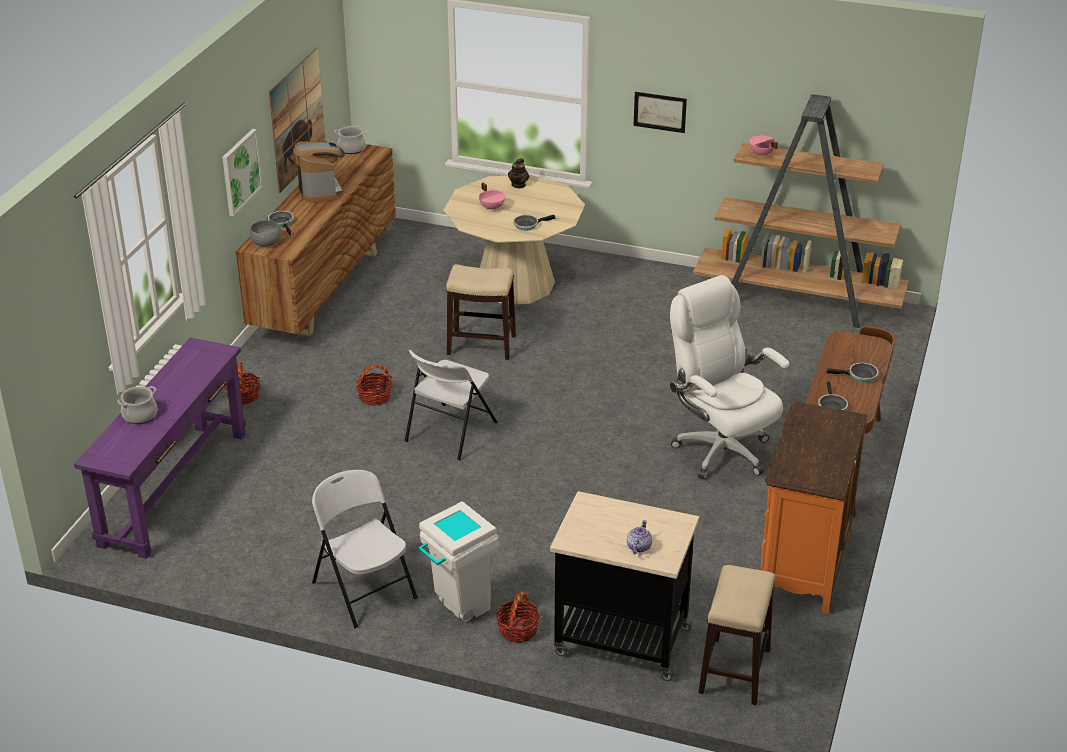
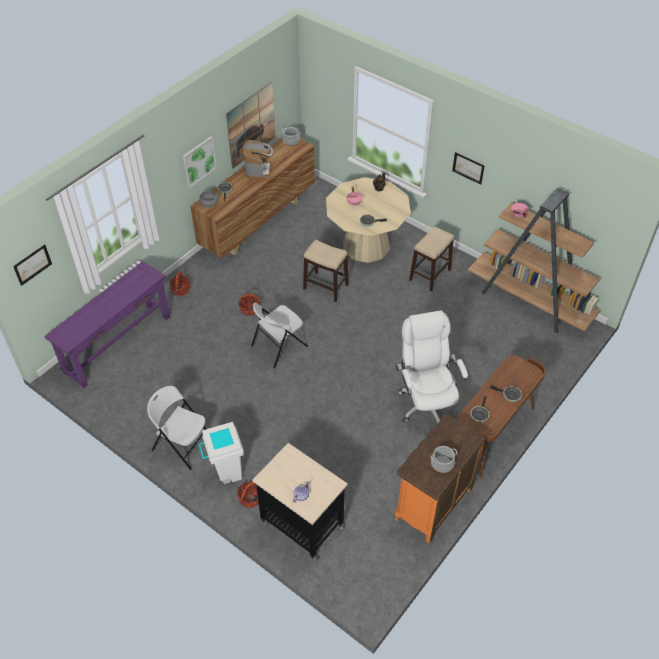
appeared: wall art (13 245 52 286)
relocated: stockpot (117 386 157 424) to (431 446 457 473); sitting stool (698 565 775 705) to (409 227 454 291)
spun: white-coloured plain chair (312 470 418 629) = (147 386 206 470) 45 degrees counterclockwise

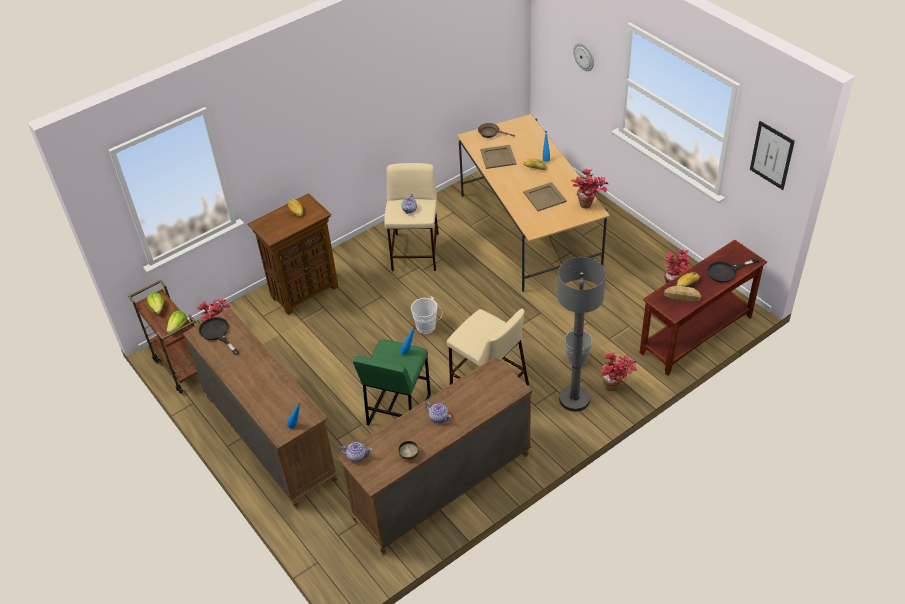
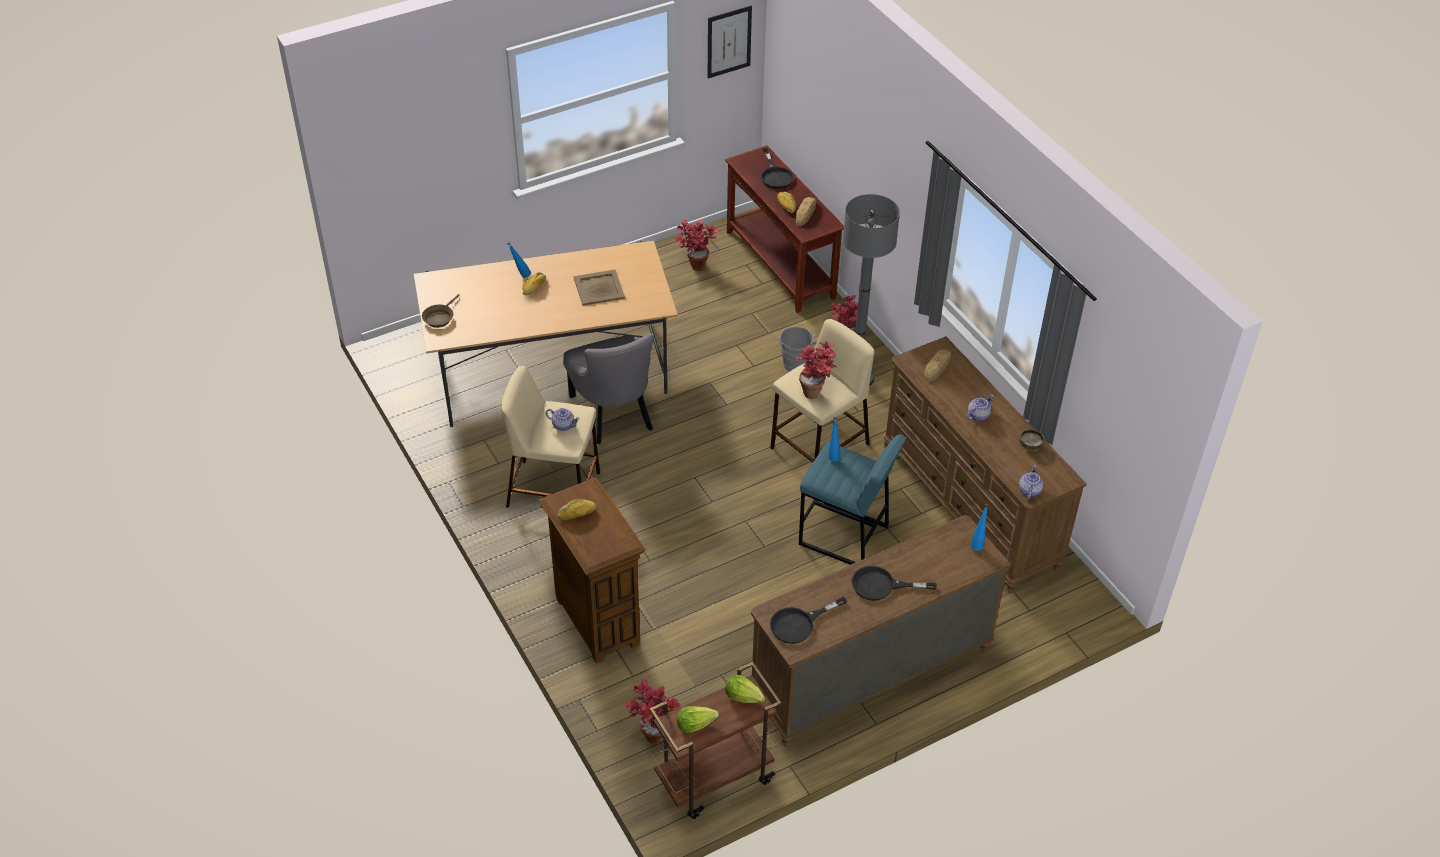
missing: white-coloured bucket (411 297 442 334); sand-coloured tray (480 145 516 169); wall clock (573 43 594 71)
appeared: greyish plain chair (563 333 654 444); black pan (851 566 937 601); bread (924 349 951 382)
relocated: plant in a pot (571 168 608 209) to (795 341 837 399)
colour: green-coloured sitting stool (353 339 431 425) to blue-coloured sitting stool (799 435 907 565)

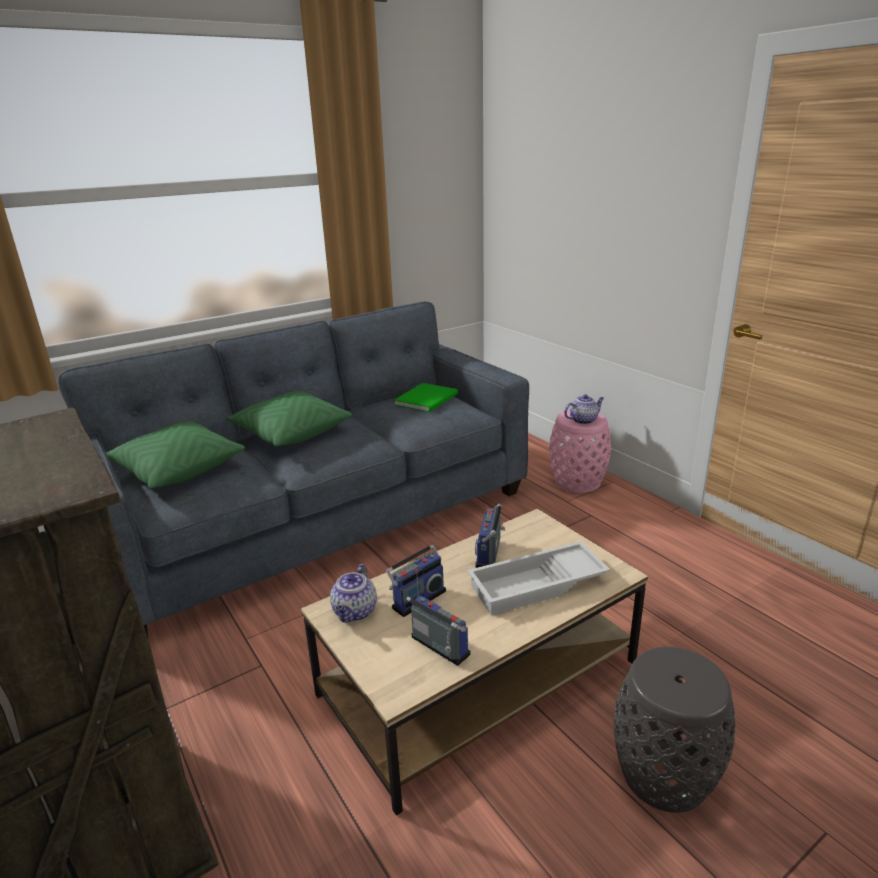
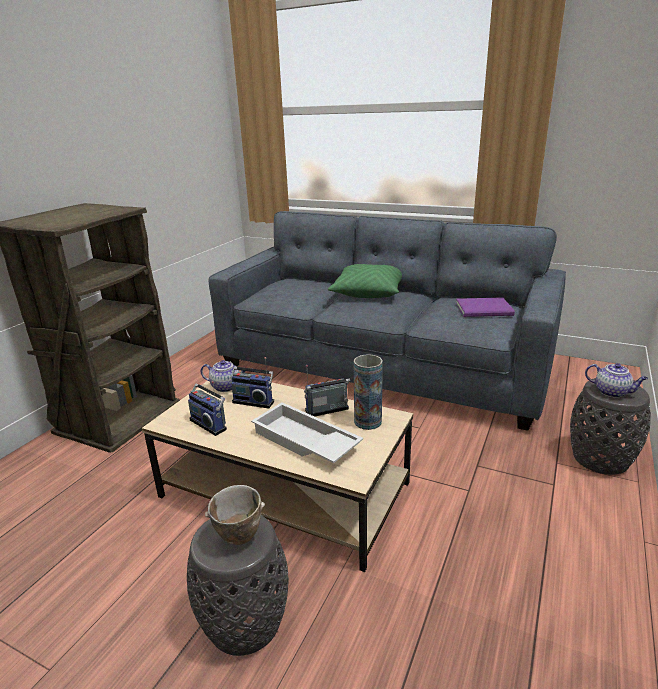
missing: green-coloured cushion (106 422 245 489)
appeared: bowl (205 485 265 545); flower vase (354 354 383 430)
colour: green-coloured bound book (394 383 458 412) to purple-coloured bound book (456 297 515 317); pink-coloured sitting stool (549 410 611 493) to greyish sitting stool (570 378 651 475)
spun: teapot (330 564 377 623) = (200 360 245 392) 150 degrees counterclockwise; radio (406 569 470 666) = (188 381 227 436) 120 degrees clockwise

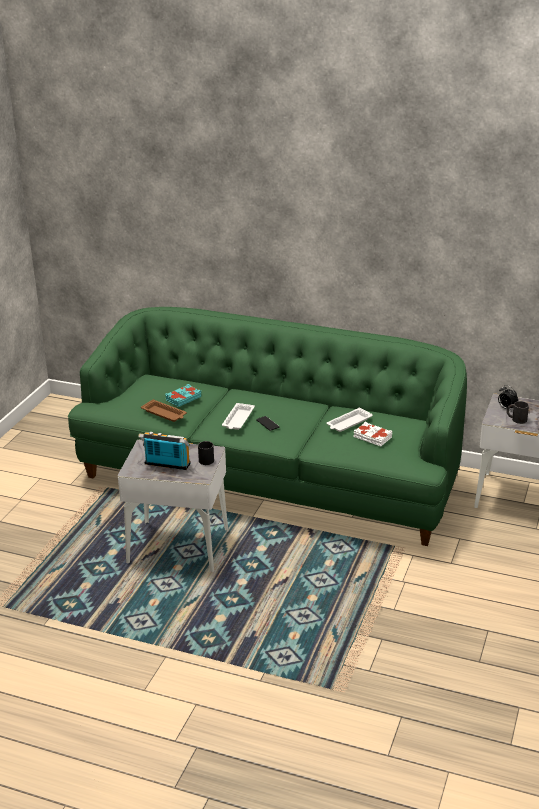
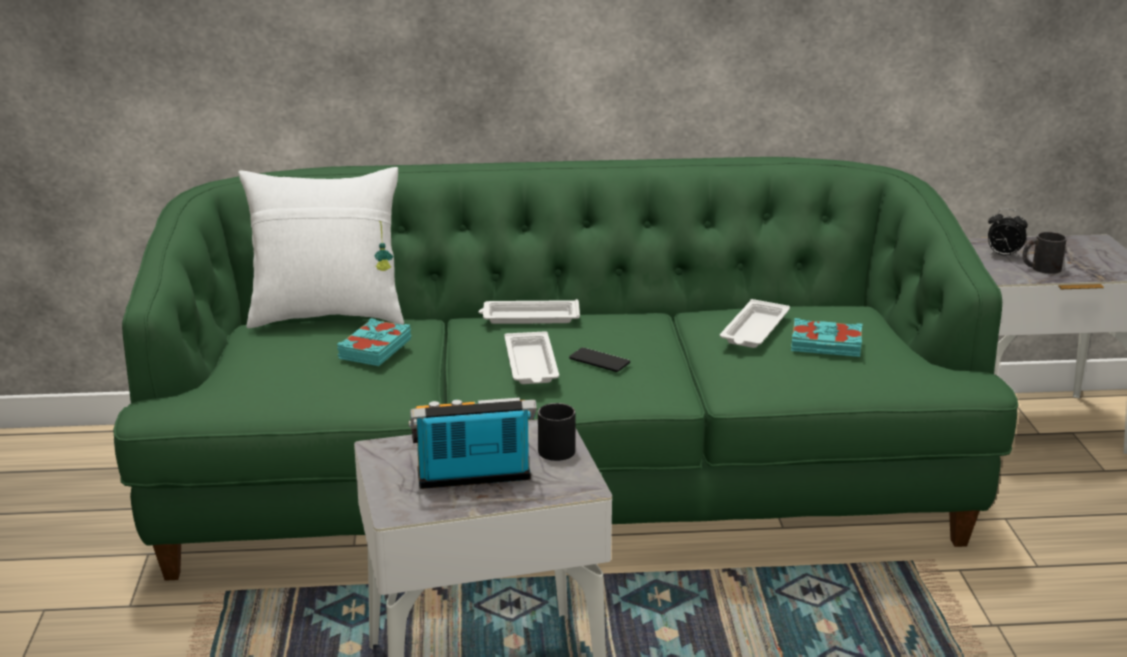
missing: brown tray (141 399 187 422)
appeared: white-coloured cushion (238 167 404 328); white-coloured tray (479 299 580 324)
colour: white-coloured bound book (354 422 392 446) to blue-green bound book (791 318 863 357)

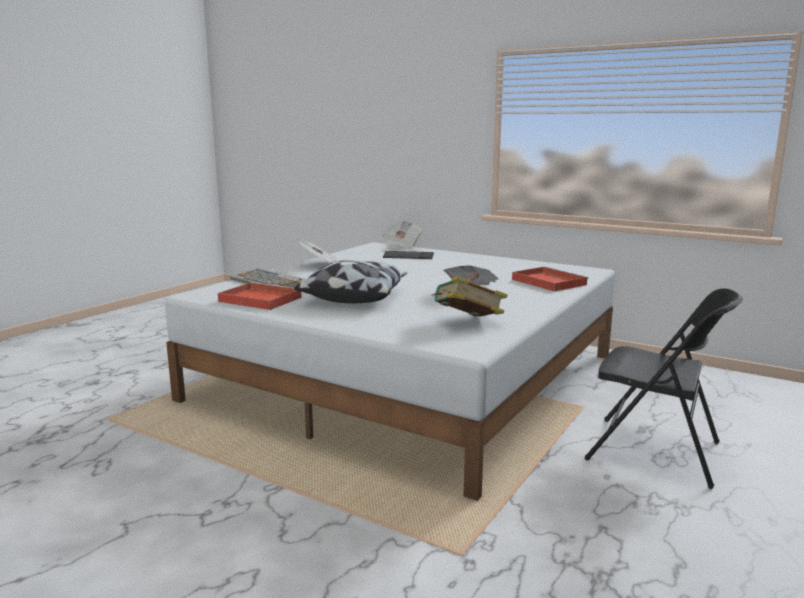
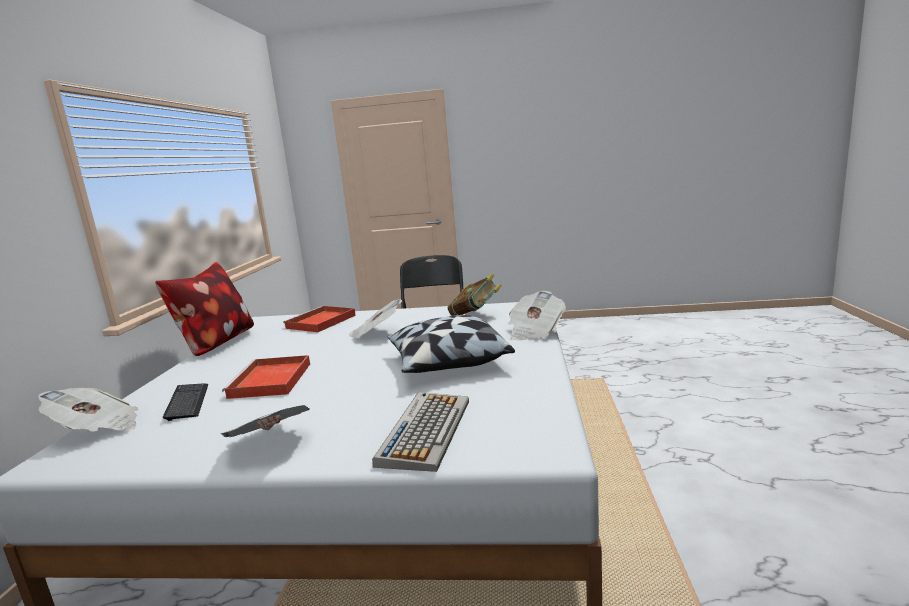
appeared: cushion (155 262 254 356); daily paper (508 291 566 340)
relocated: red tray (218 282 302 310) to (222 355 310 399)

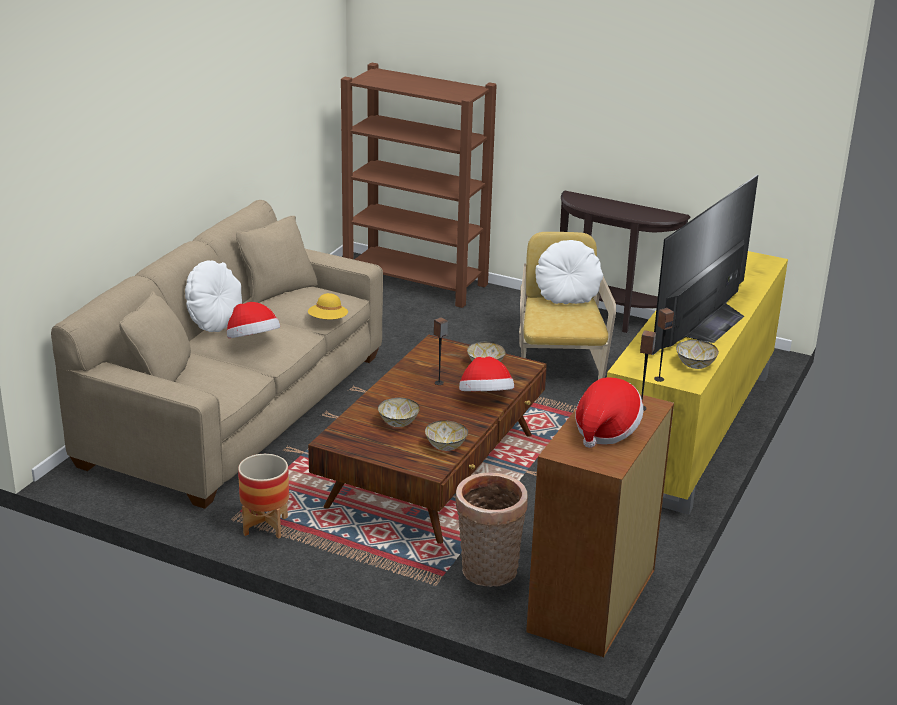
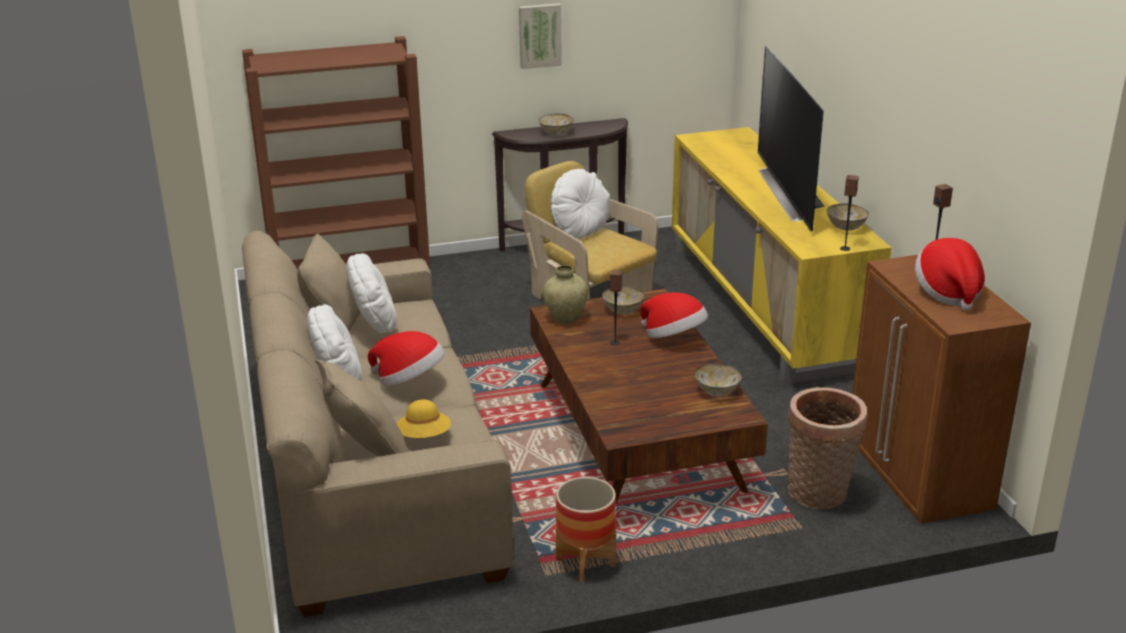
appeared: white-coloured cushion (346 253 397 333); wall art (519 3 562 69); sand-coloured flower vase (543 265 588 324)
relocated: yellowish hat (308 293 348 320) to (397 399 451 438); bowl (378 397 420 427) to (538 114 574 135)

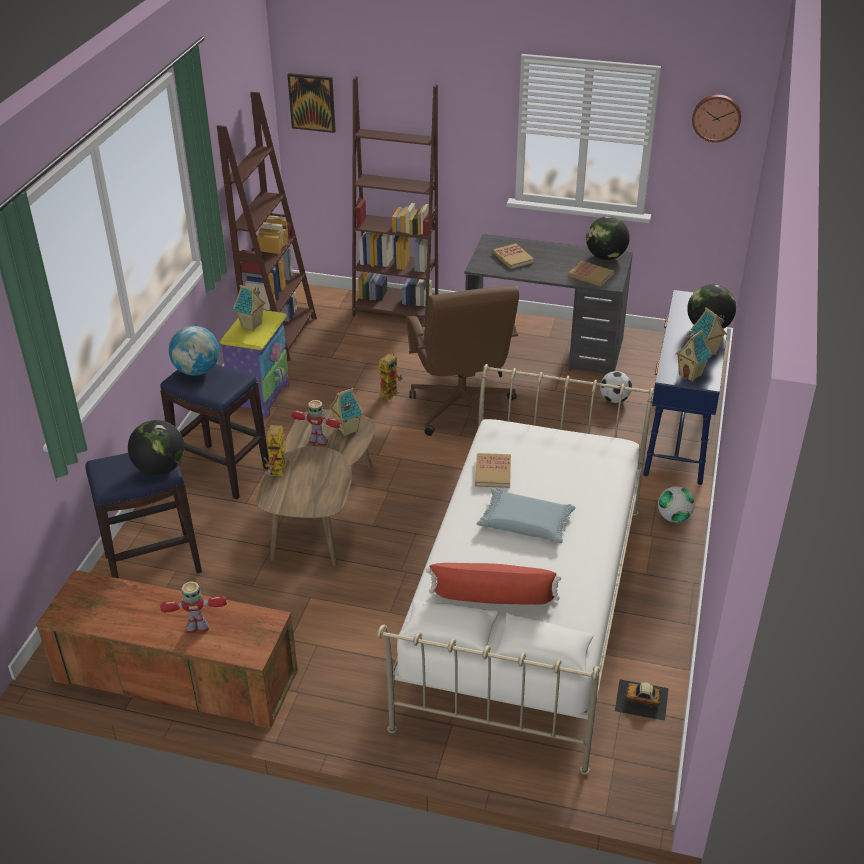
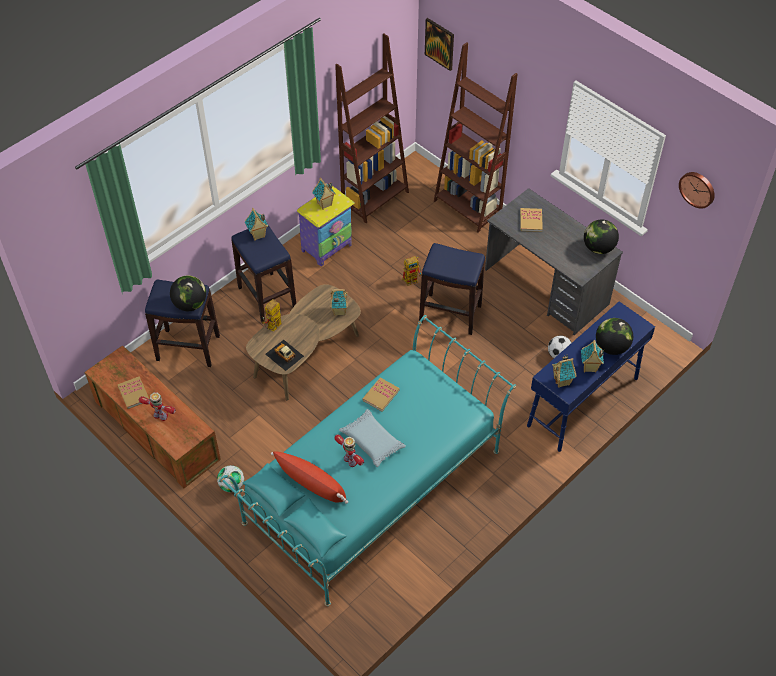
relocated: robot figure (291 400 342 446) to (334 434 364 467); bound book (568 261 614 286) to (118 376 150 409); toy car (615 679 669 721) to (265 340 304 371); ball for football (658 486 695 523) to (217 465 244 492)
exchanged: world globe (169 326 219 376) to miniature house (245 208 268 241); brown office chair (407 285 519 436) to sitting stool (419 243 485 335)
colour: white-coloured sleeping bed (377 364 654 775) to blue-green sleeping bed (219 315 516 606)

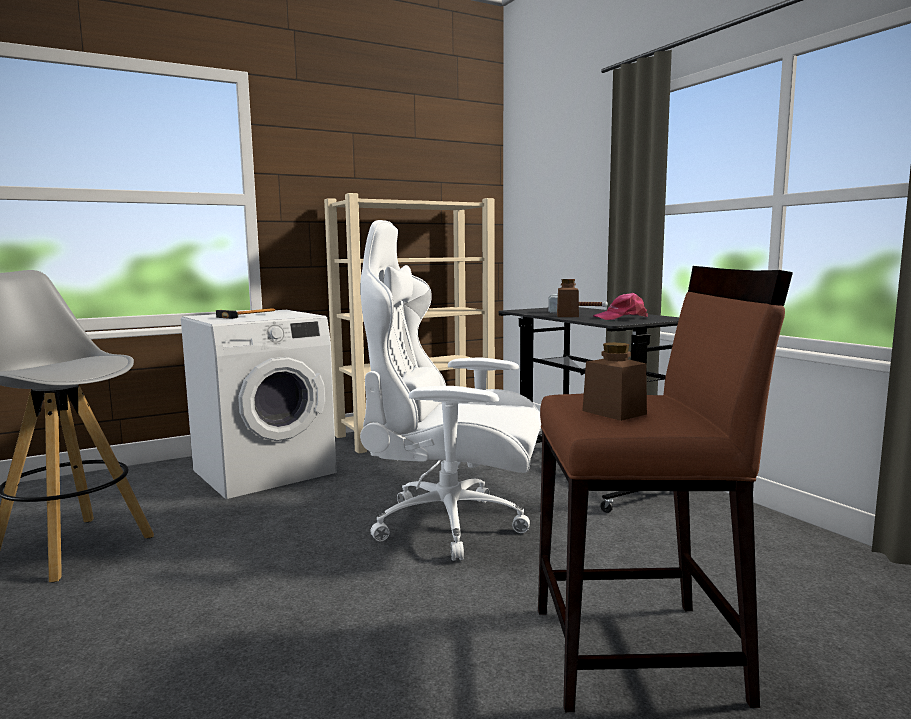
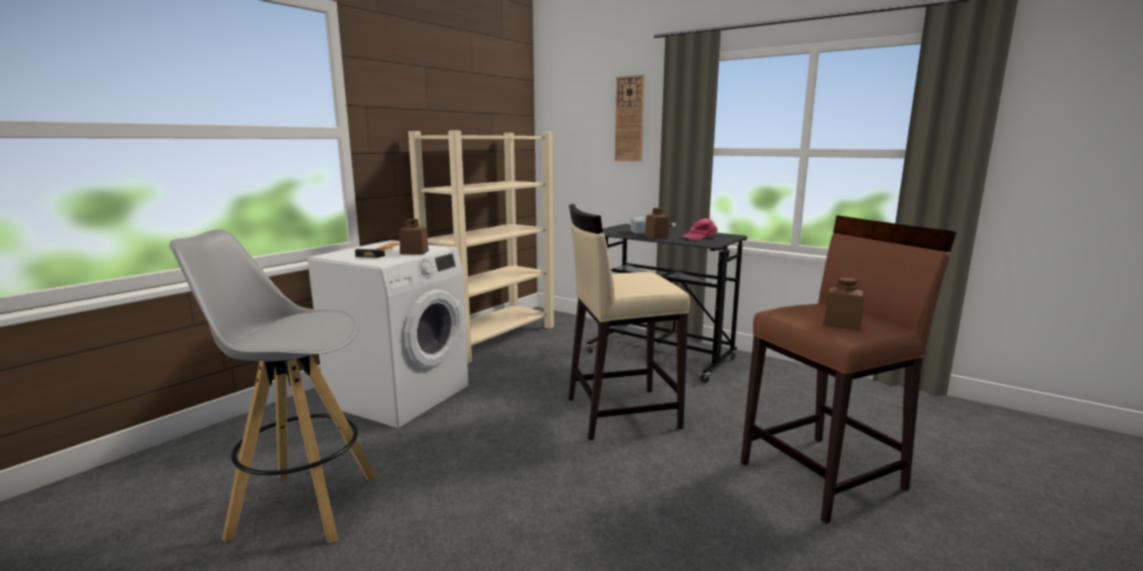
appeared: brown preserve jar (399 219 429 254); wall clock (615 75 644 162)
exchanged: white-coloured office chair (360 220 541 561) to sand-coloured sitting stool (568 204 690 440)

